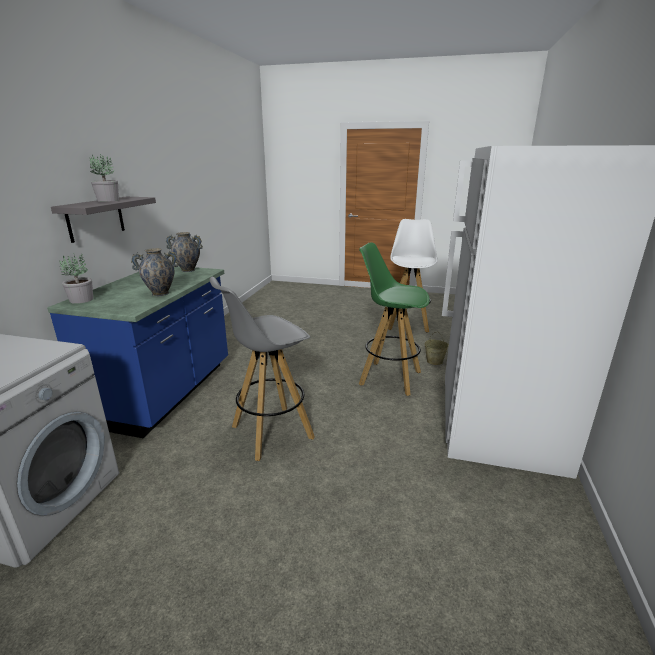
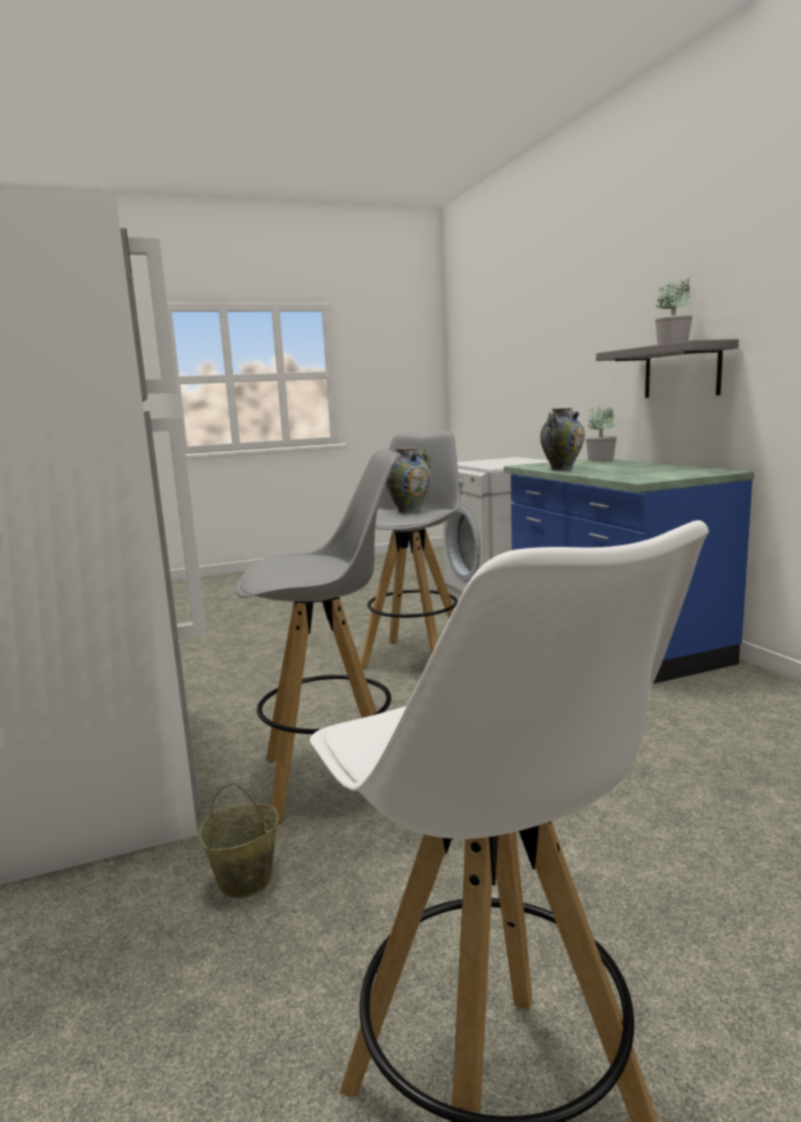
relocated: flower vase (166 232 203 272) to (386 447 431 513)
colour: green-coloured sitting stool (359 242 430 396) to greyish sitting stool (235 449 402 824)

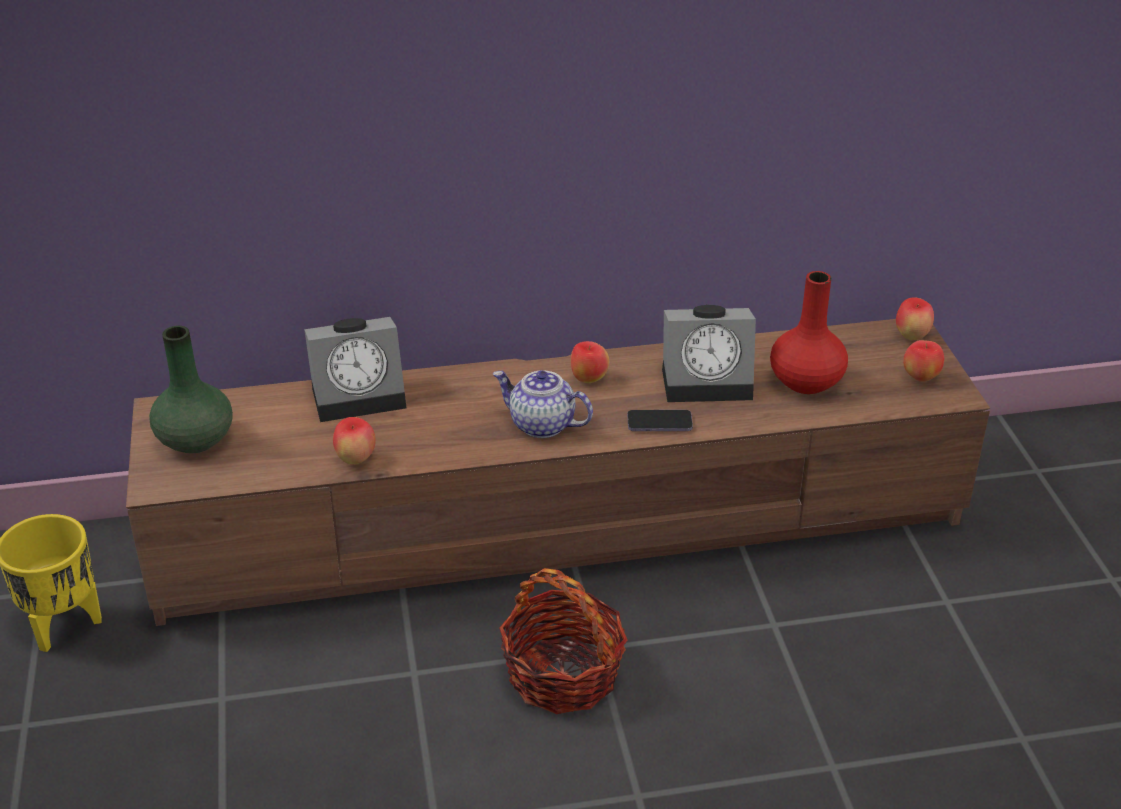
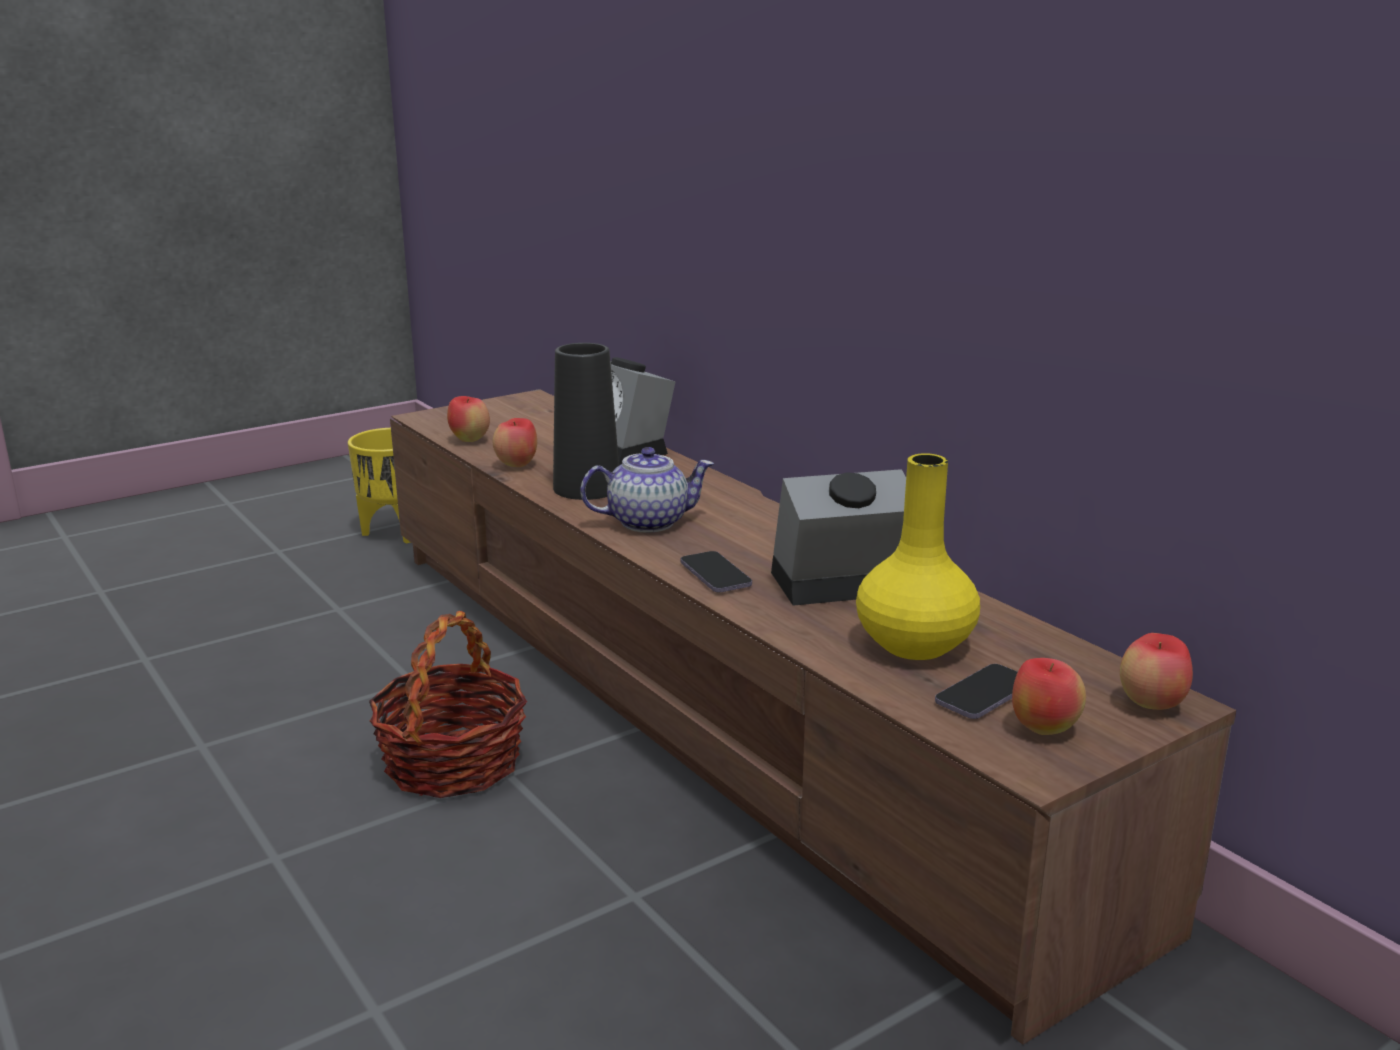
missing: green-coloured flower vase (149 326 233 453)
appeared: black flower vase (553 343 619 500); handset (935 664 1018 719)
relocated: apple fruit (571 341 609 384) to (447 396 490 442)
colour: red flower vase (770 271 848 394) to yellowish flower vase (856 453 980 660)
spun: teapot (493 370 593 438) = (580 447 714 533) 75 degrees clockwise; bedside clock (662 305 756 402) = (771 469 906 606) 105 degrees clockwise

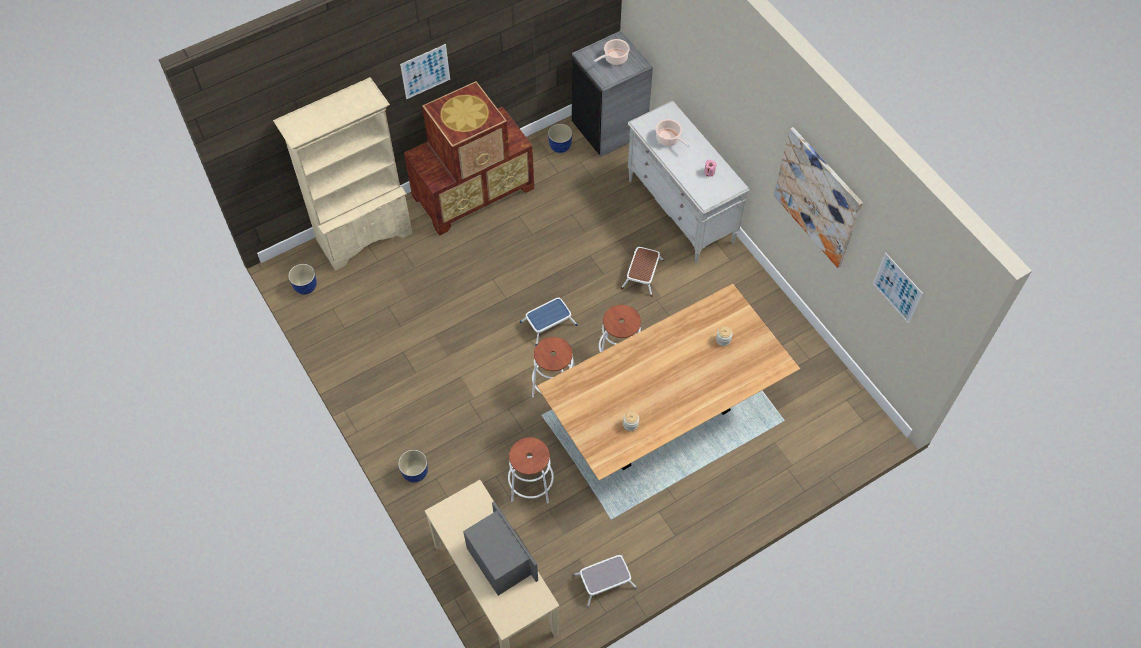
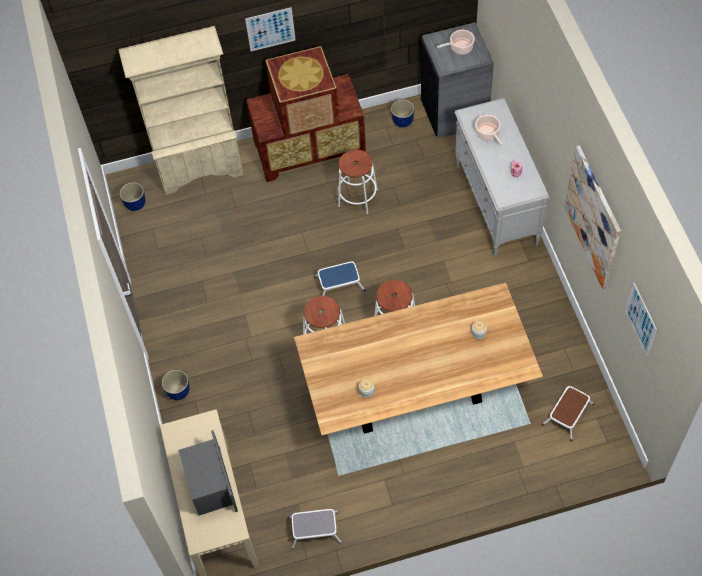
relocated: white-coloured sitting stool (508 437 554 503) to (338 149 378 214); brown step stool (620 247 664 297) to (542 386 595 442)

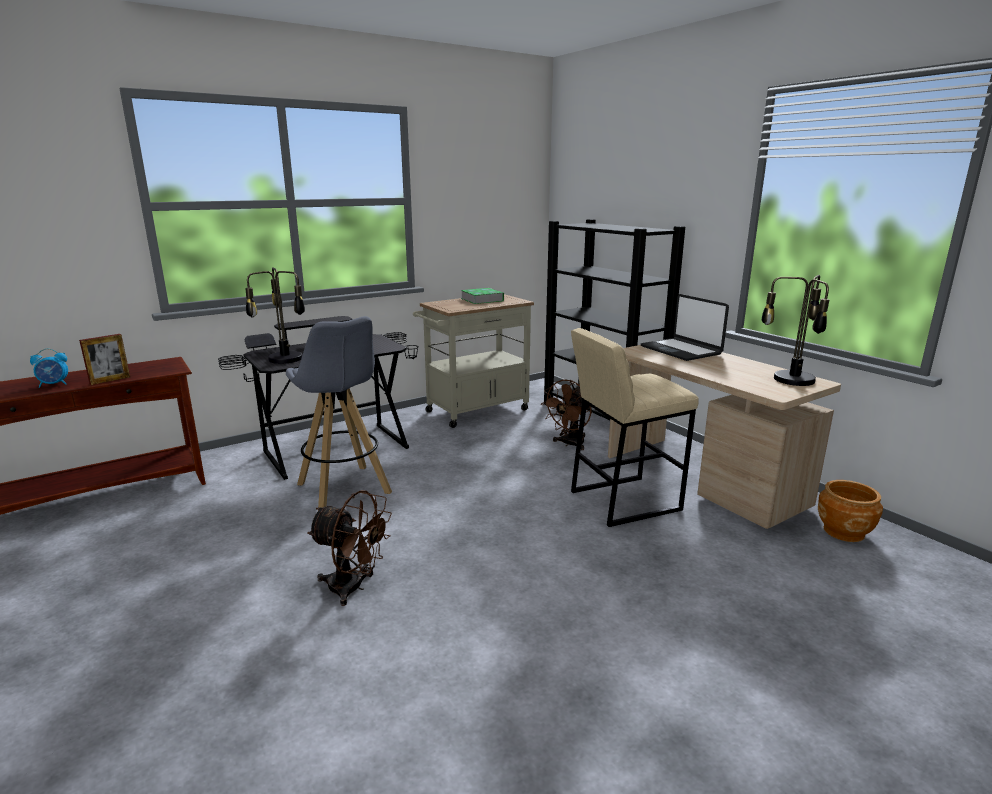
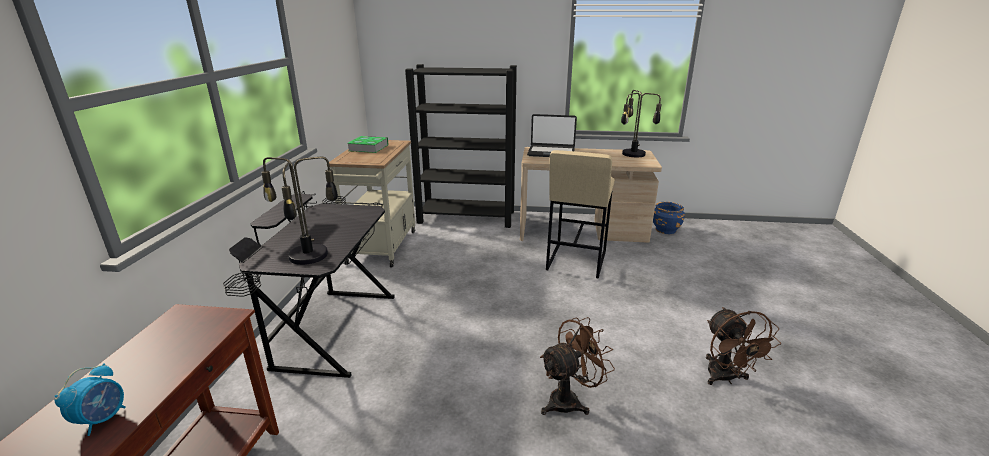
missing: standing frame (79 334 130 385); greyish sitting stool (286 316 392 508)
relocated: brown cooling fan (541 379 592 450) to (706 307 781 385)
colour: brown planter (818 480 883 542) to blue-coloured planter (653 202 685 234)

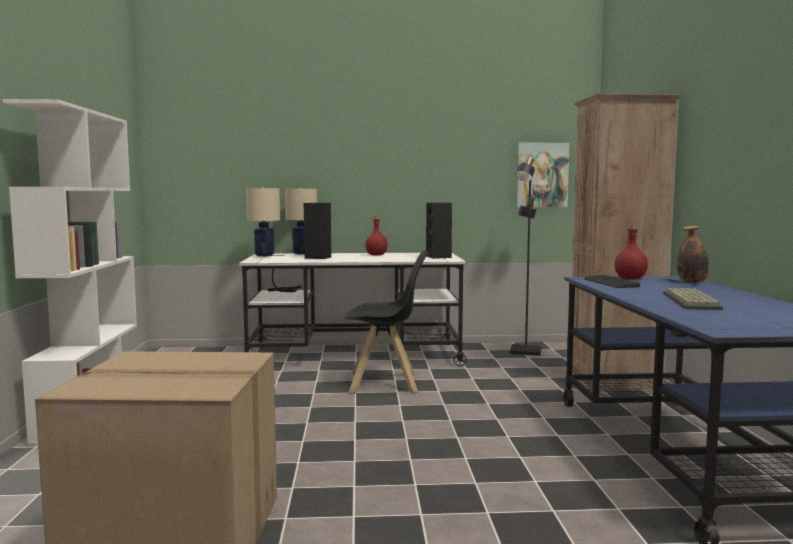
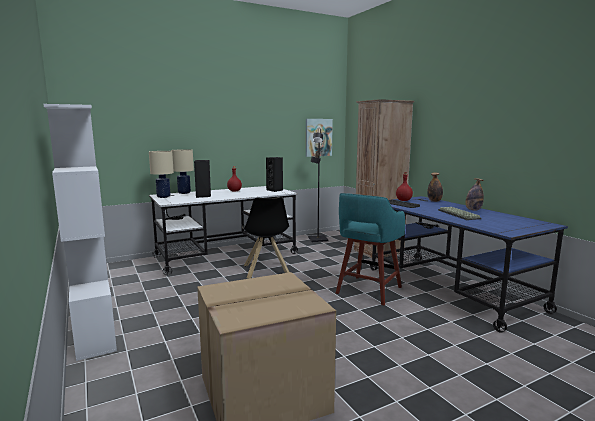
appeared: blue-green sitting stool (336 193 405 306); beverage bottle (466 178 484 210)
spun: black plain chair (344 251 430 394) = (242 197 289 279) 105 degrees clockwise

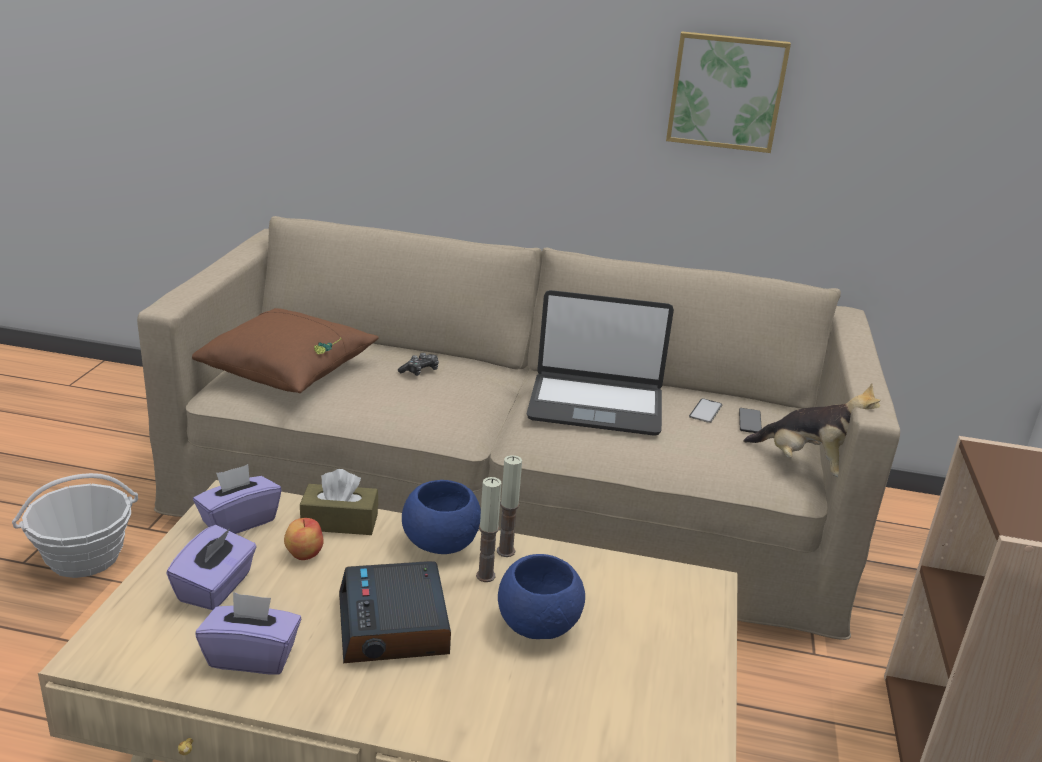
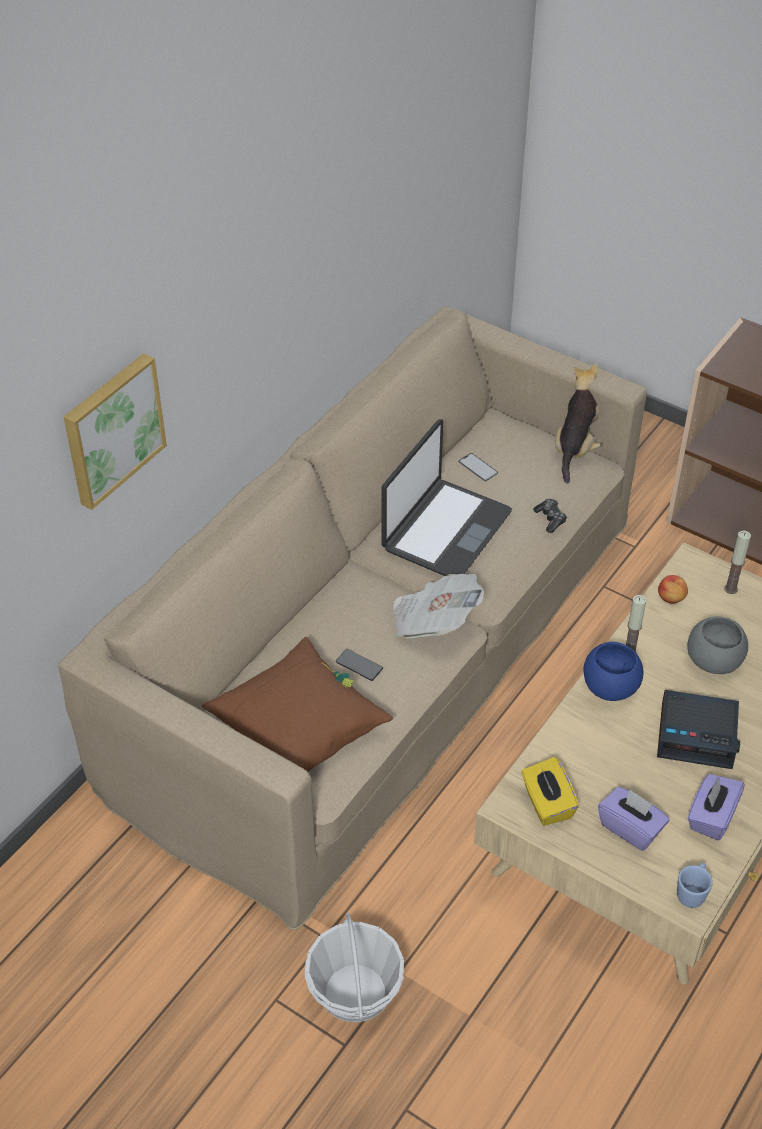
missing: brown tissue box (300 469 378 535)
appeared: daily paper (393 574 484 638); blue-coloured mug (677 863 713 908)
relocated: apple fruit (284 518 324 560) to (658 575 688 603); game controller (398 353 439 376) to (533 499 567 533); wax light (476 477 501 582) to (724 530 751 594); wall art (666 31 791 153) to (64 353 167 510); handset (739 408 762 433) to (336 649 383 681)
colour: purple-coloured tissue box (193 464 281 534) to yellowish tissue box (521 757 579 826); blue-coloured bowl (498 554 585 639) to greyish bowl (687 616 748 674)
spun: plush toy (743 383 881 477) = (555 364 601 484) 45 degrees counterclockwise

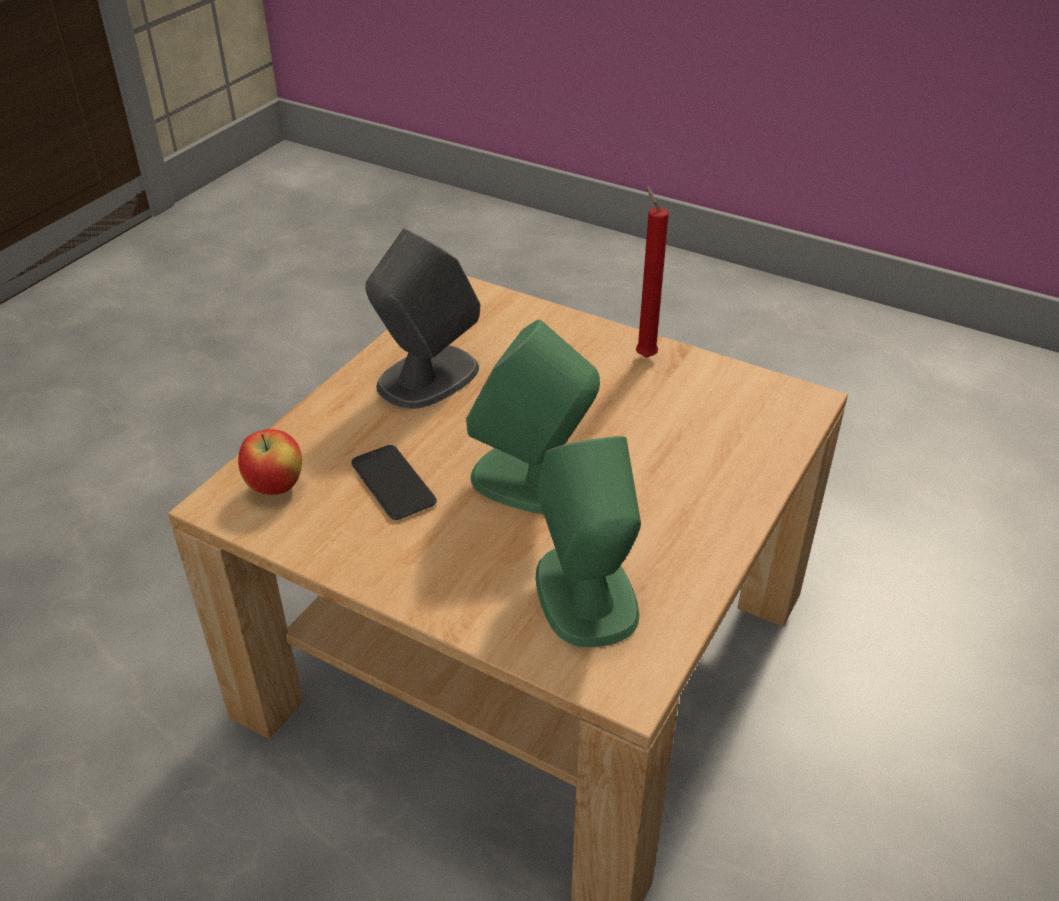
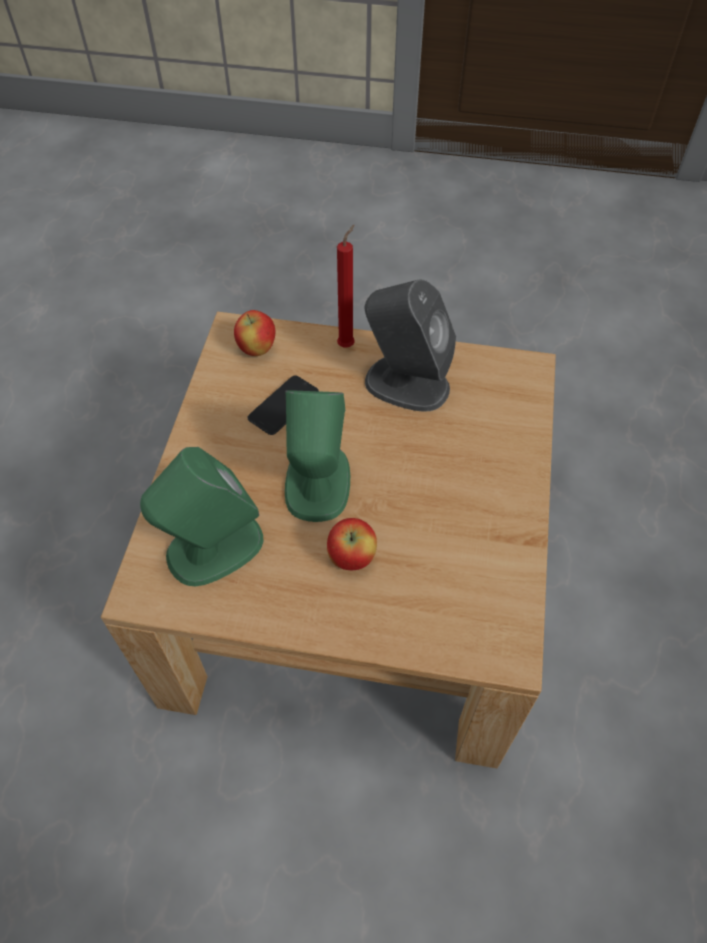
appeared: apple fruit (327 518 377 570)
relocated: red wax light (636 186 669 358) to (337 224 355 348)

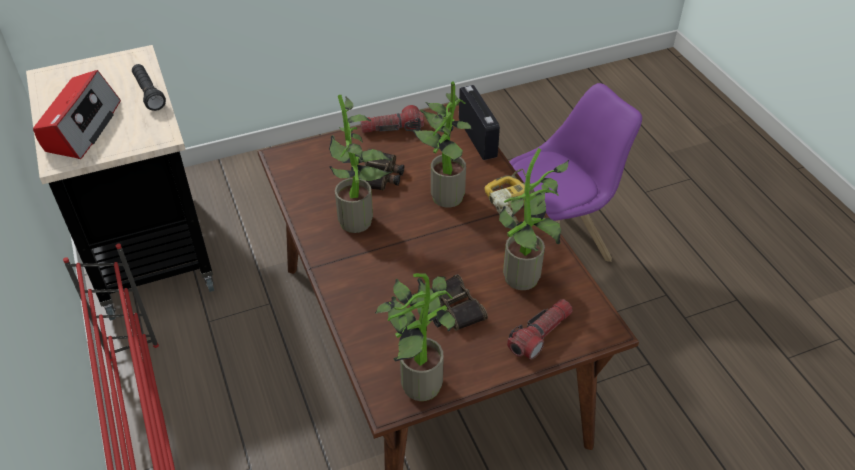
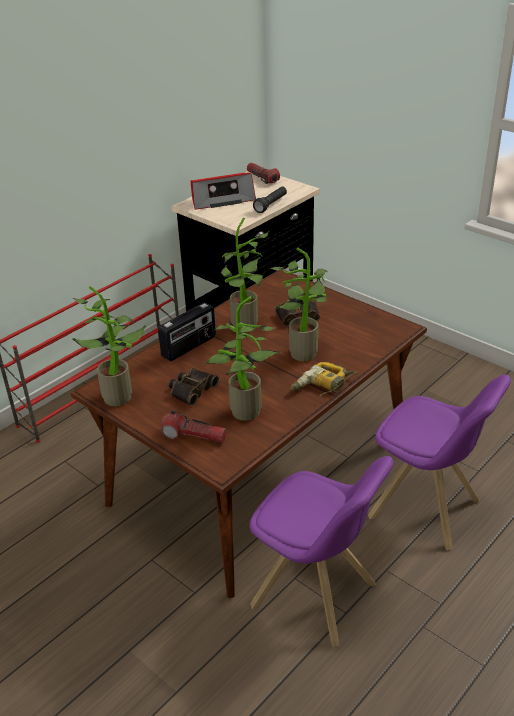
appeared: purple-coloured plain chair (250 456 393 647)
relocated: flashlight (360 105 424 133) to (247 163 280 184); radio (459 85 500 160) to (158 303 216 361)

